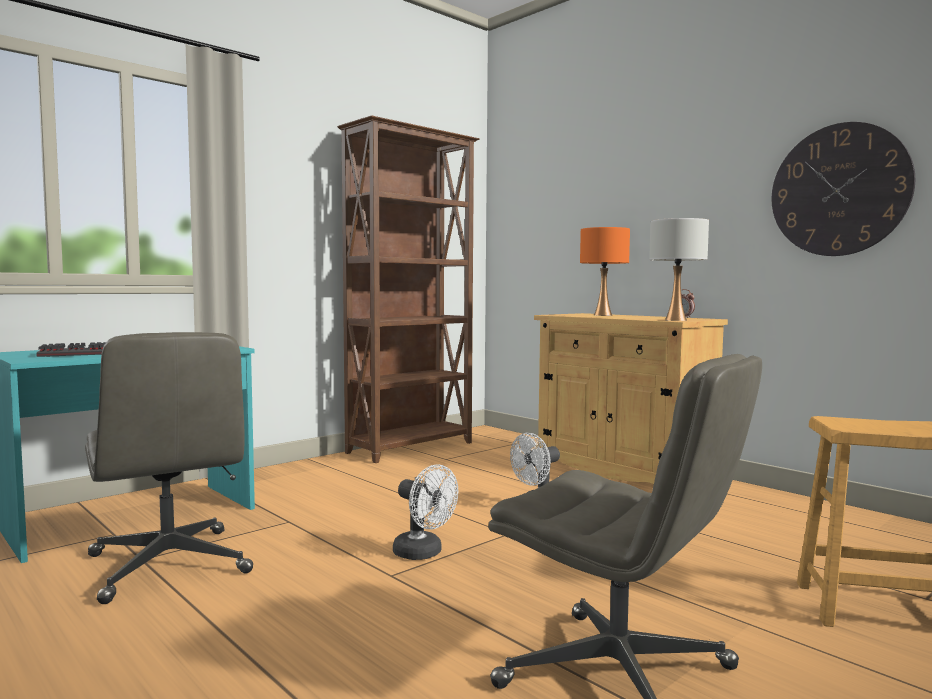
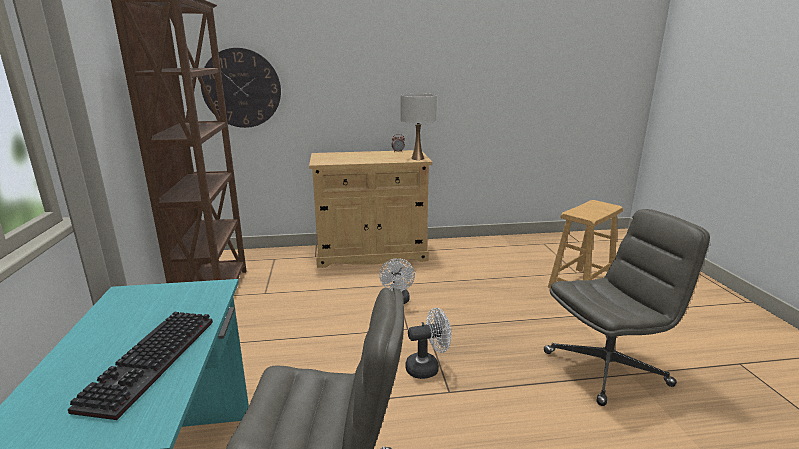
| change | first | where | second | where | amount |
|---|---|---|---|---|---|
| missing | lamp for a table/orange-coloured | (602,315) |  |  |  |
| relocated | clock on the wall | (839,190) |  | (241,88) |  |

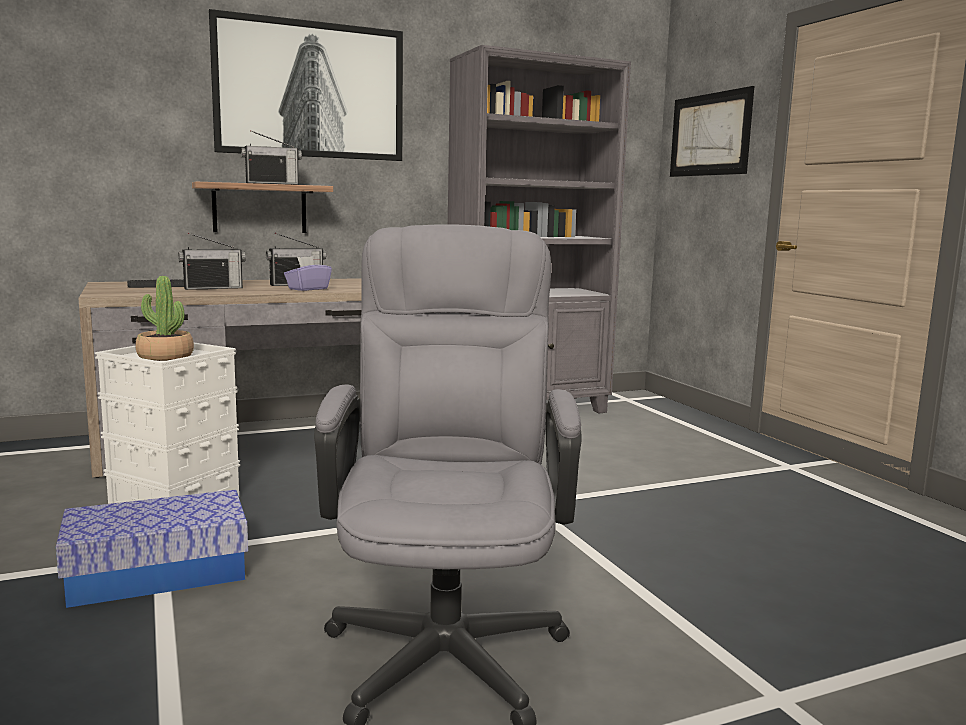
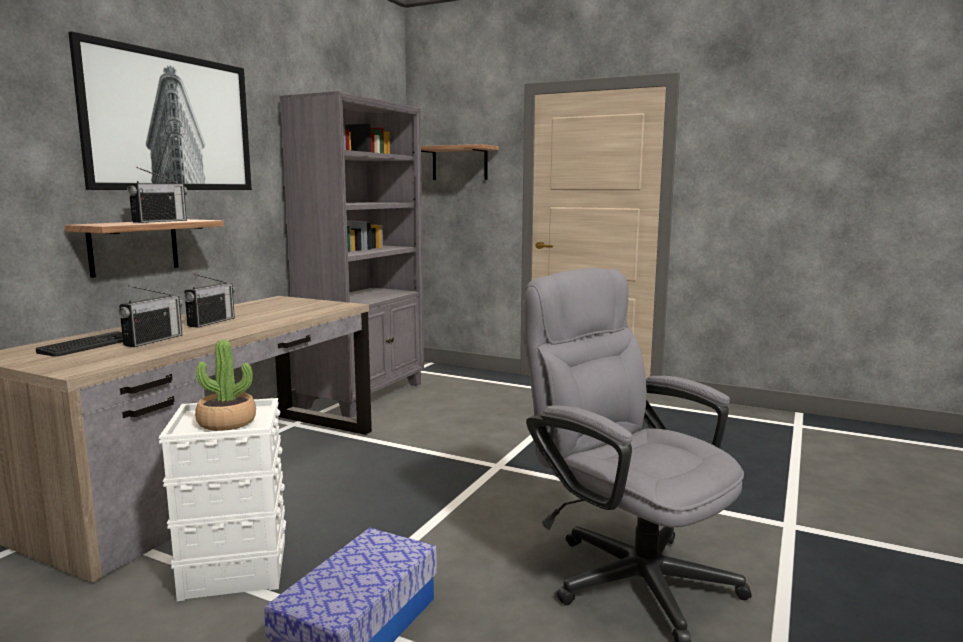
| change | first | where | second | where | amount |
|---|---|---|---|---|---|
| missing | tissue holder/purple | (308,289) |  |  |  |
| exchanged | wall art | (709,134) | bracket shelf | (459,163) |  |

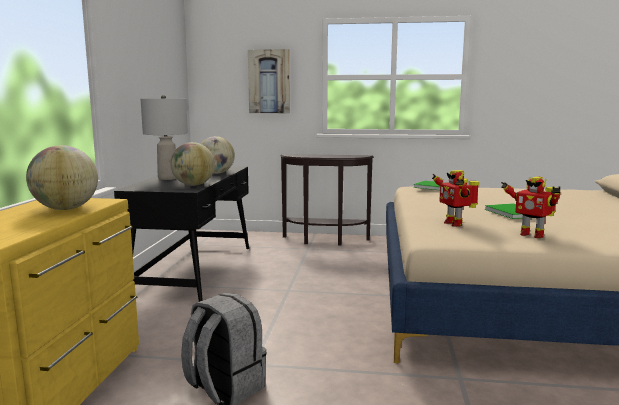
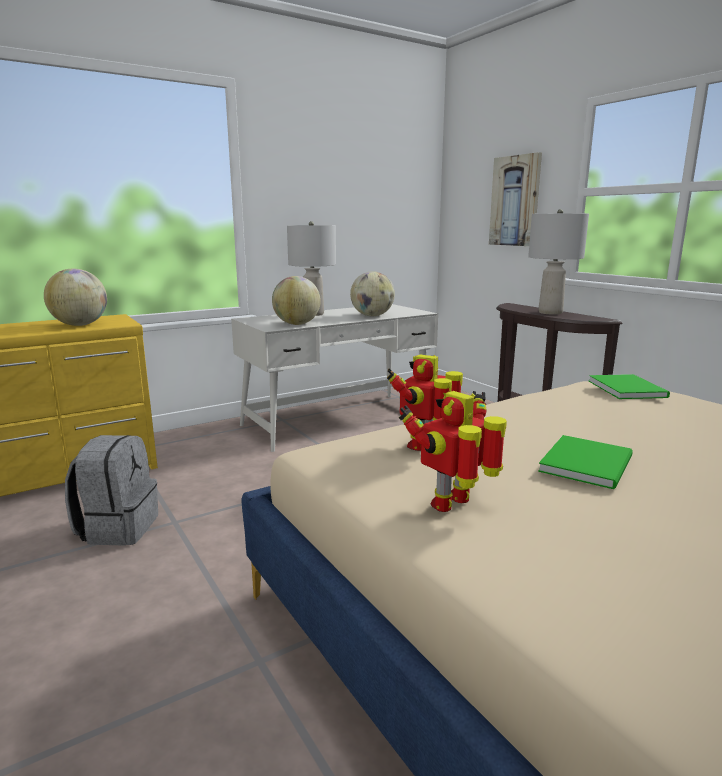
| change | first | where | second | where | amount |
|---|---|---|---|---|---|
| colour | desk table/black-coloured | (196,269) | desk table/white-coloured | (339,420) |  |
| spun | robot figure | (531,235) |  | (454,504) | 45 degrees clockwise |
| appeared |  |  | lamp for a table/grey | (549,312) |  |

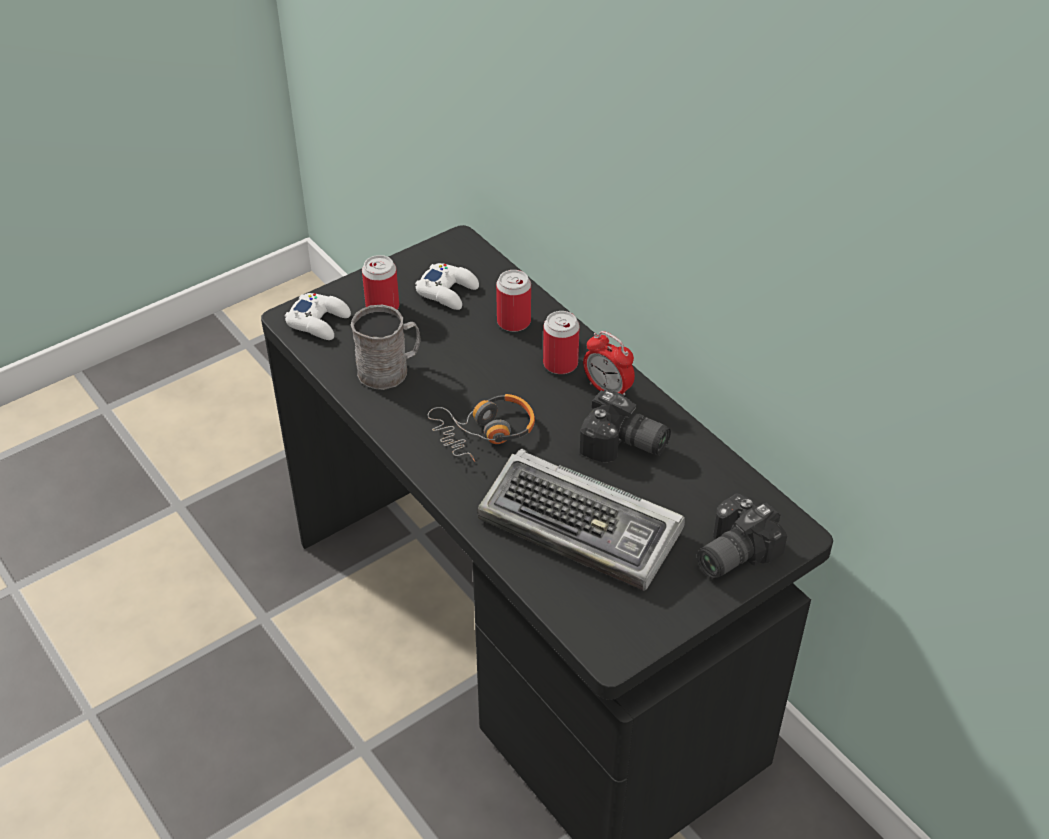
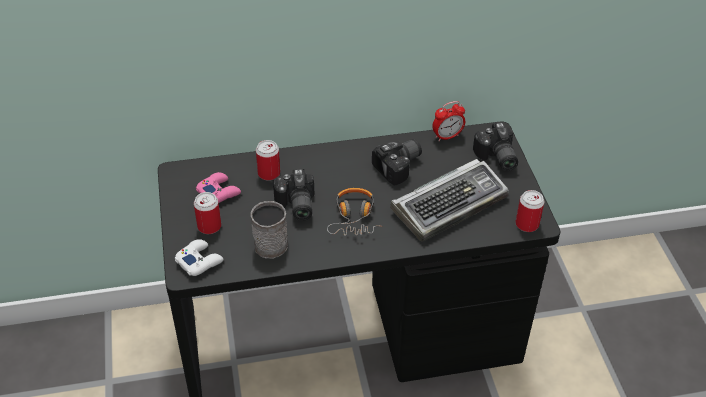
| change | first | where | second | where | amount |
|---|---|---|---|---|---|
| colour | joypad/white-coloured | (448,291) | joypad/pinkish | (218,192) |  |
| relocated | can | (560,364) |  | (527,224) |  |
| relocated | bedside clock | (607,389) |  | (447,136) |  |
| appeared |  |  | photo camera | (295,206) |  |

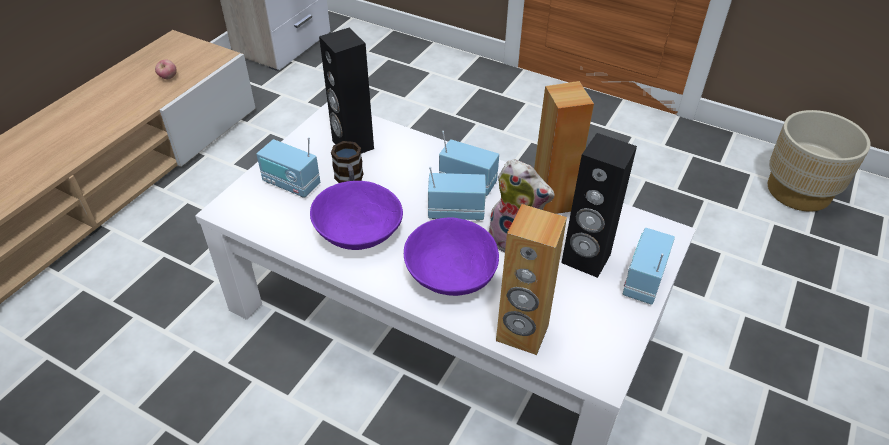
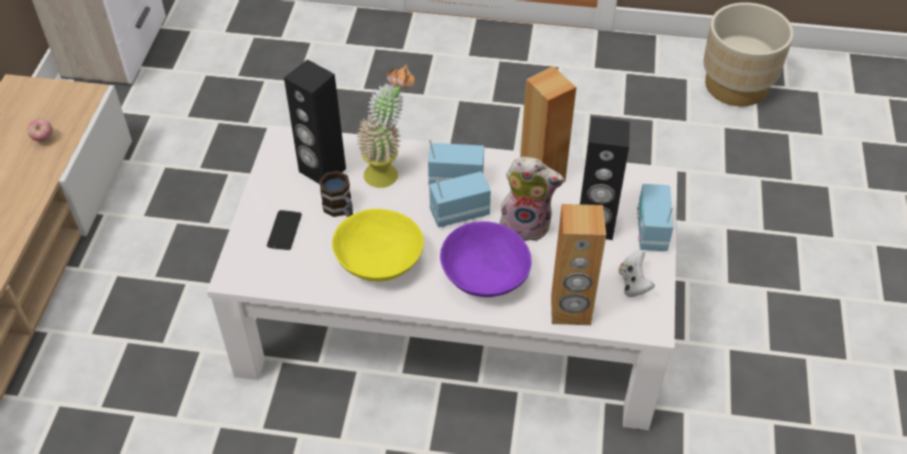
| change | first | where | second | where | amount |
|---|---|---|---|---|---|
| exchanged | radio receiver | (291,184) | telephone | (284,230) |  |
| colour | deep dish/purple | (357,234) | deep dish/yellow-coloured | (378,262) |  |
| appeared |  |  | houseplant | (388,171) |  |
| appeared |  |  | joypad/white-coloured | (633,283) |  |

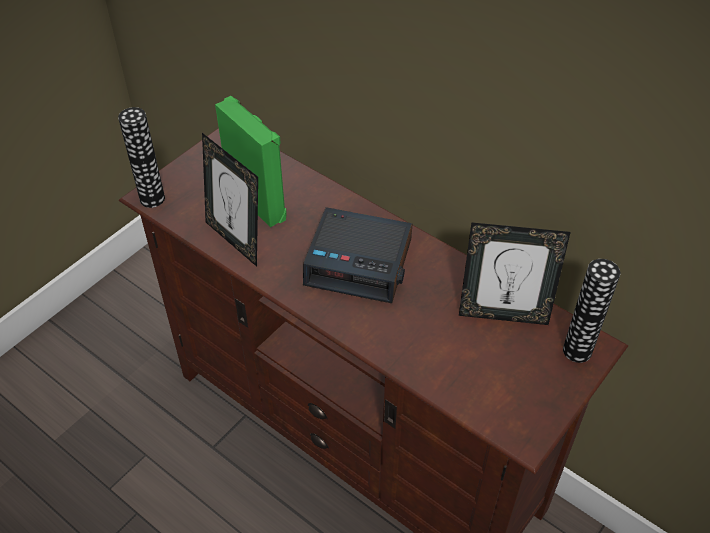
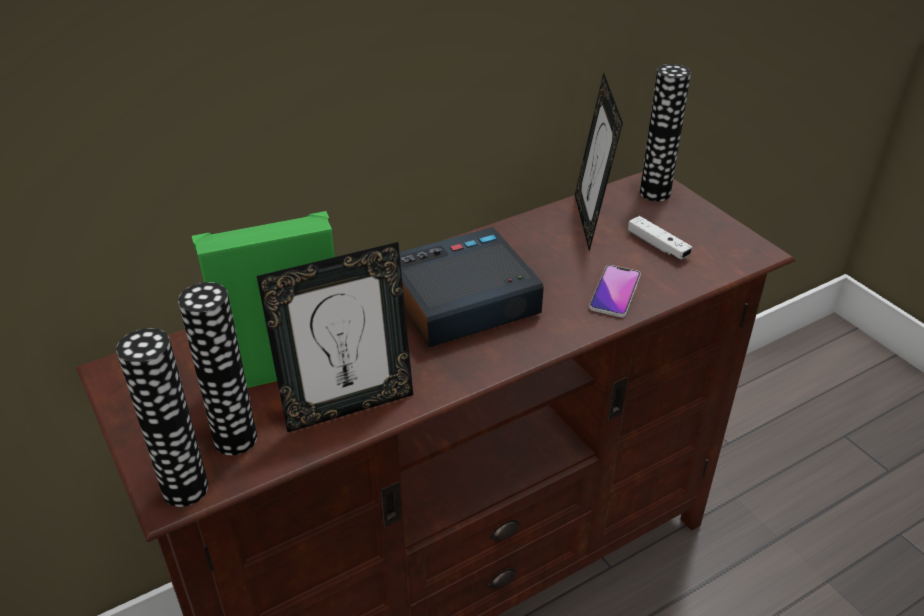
| change | first | where | second | where | amount |
|---|---|---|---|---|---|
| spun | bedside clock | (360,262) |  | (460,301) | 150 degrees counterclockwise |
| spun | photo frame | (503,314) |  | (590,222) | 150 degrees clockwise |
| appeared |  |  | decorative vase | (235,439) |  |
| appeared |  |  | telephone | (615,292) |  |
| appeared |  |  | joypad/white-coloured | (658,245) |  |

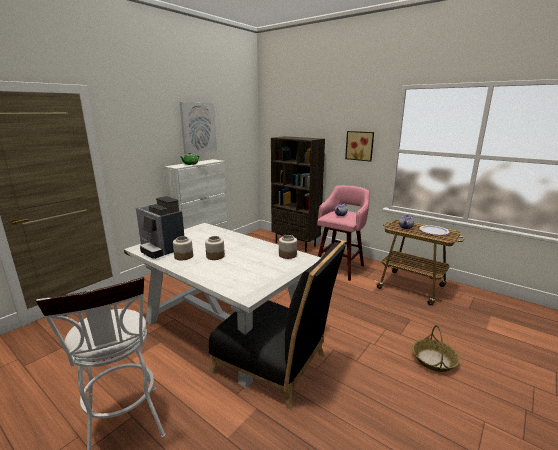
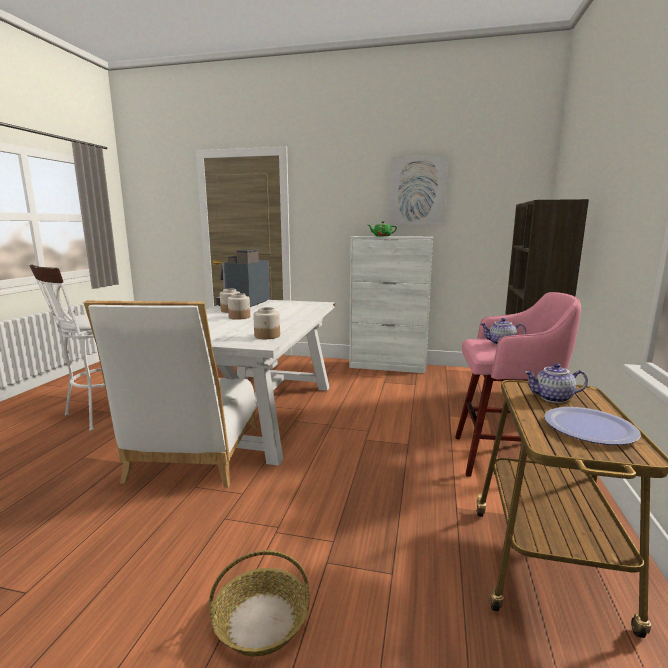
| change | first | where | second | where | amount |
|---|---|---|---|---|---|
| colour | chair/black-coloured | (275,366) | chair/white-coloured | (193,458) |  |
| missing | wall art | (360,145) |  |  |  |

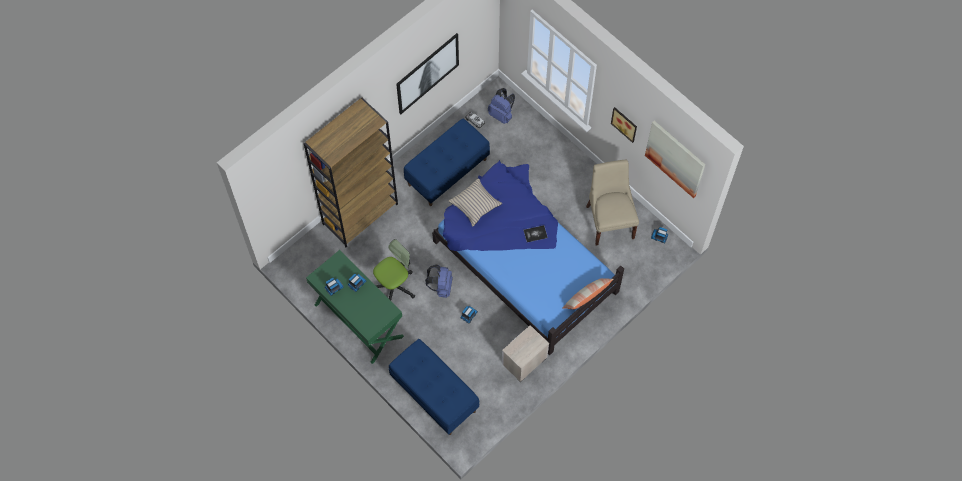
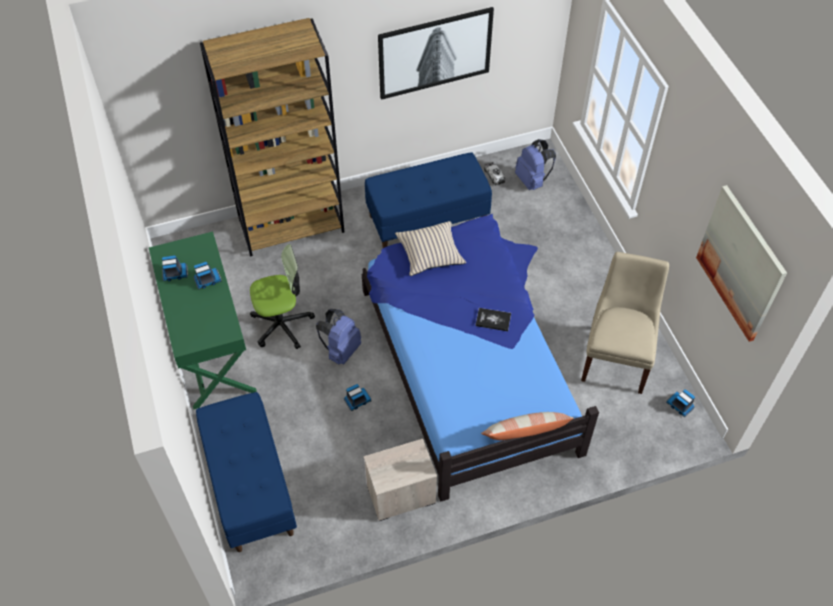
| change | first | where | second | where | amount |
|---|---|---|---|---|---|
| missing | wall art | (625,123) |  |  |  |

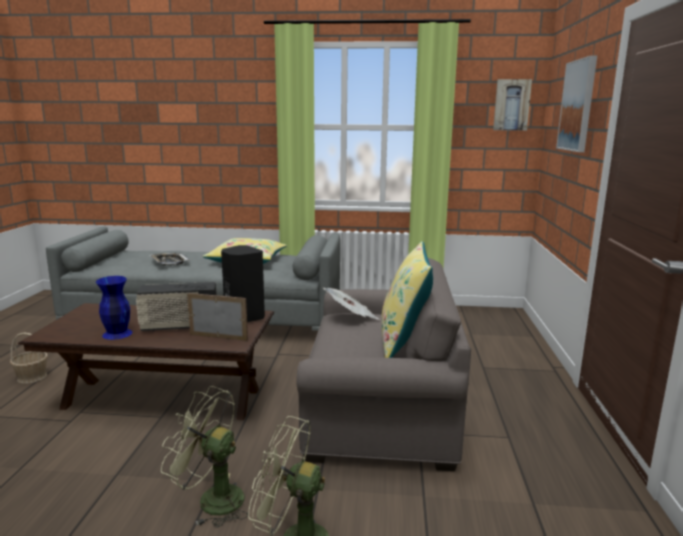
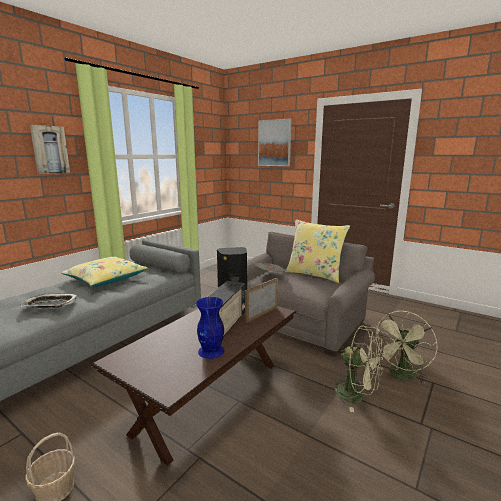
| change | first | where | second | where | amount |
|---|---|---|---|---|---|
| spun | fan/green-coloured | (211,499) |  | (356,395) | 105 degrees counterclockwise |
| relocated | wall art | (511,105) |  | (49,149) |  |

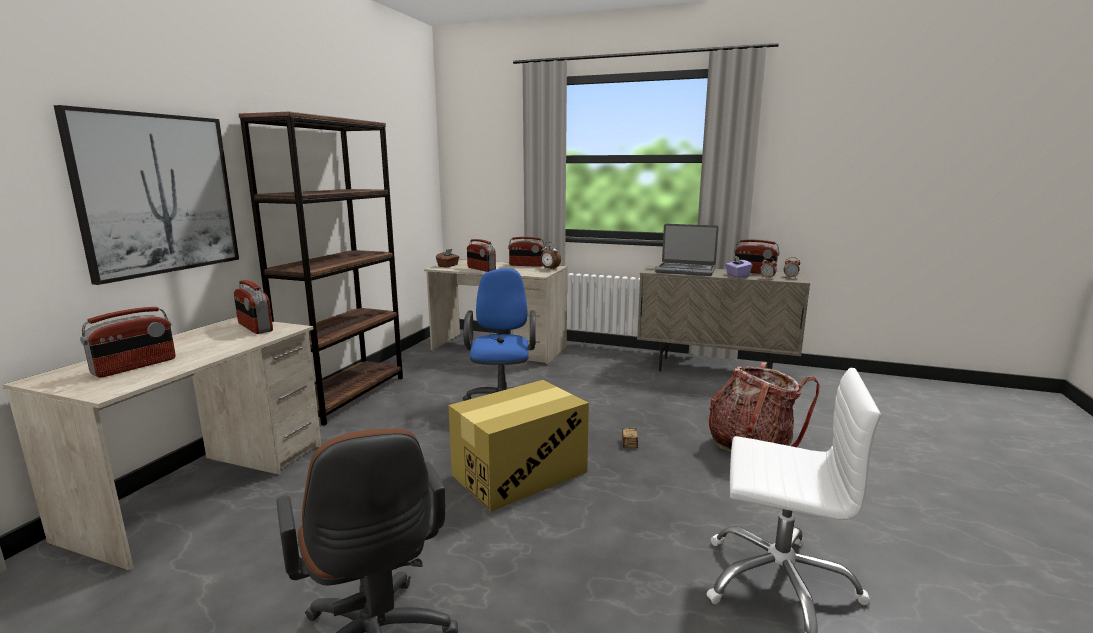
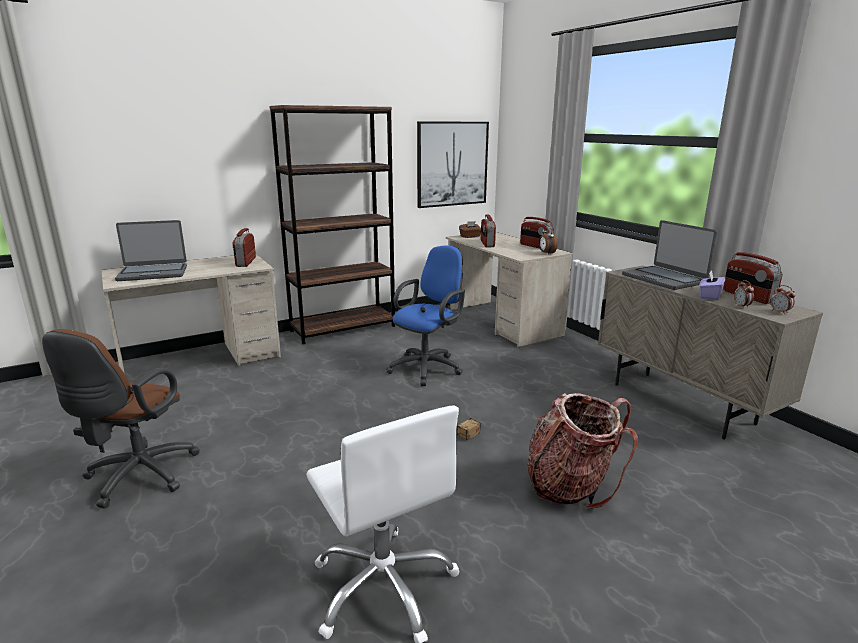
| change | first | where | second | where | amount |
|---|---|---|---|---|---|
| relocated | wall art | (158,194) |  | (452,164) |  |
| exchanged | radio receiver | (135,366) | portable computer | (153,273) |  |
| missing | carton | (519,473) |  |  |  |

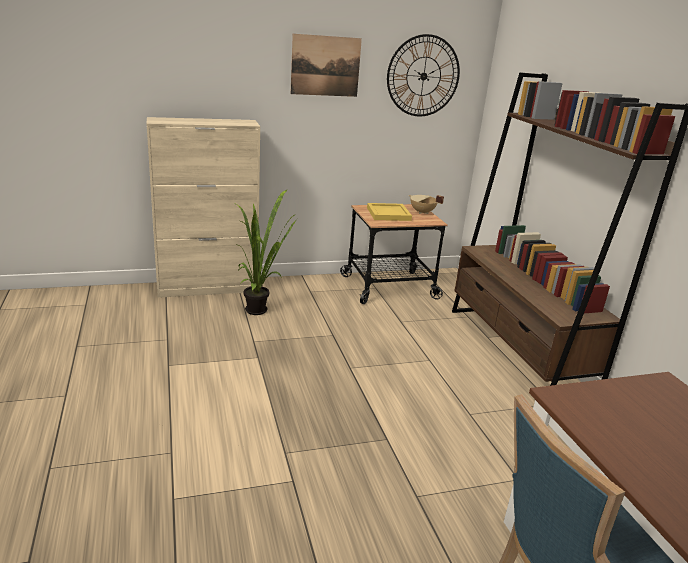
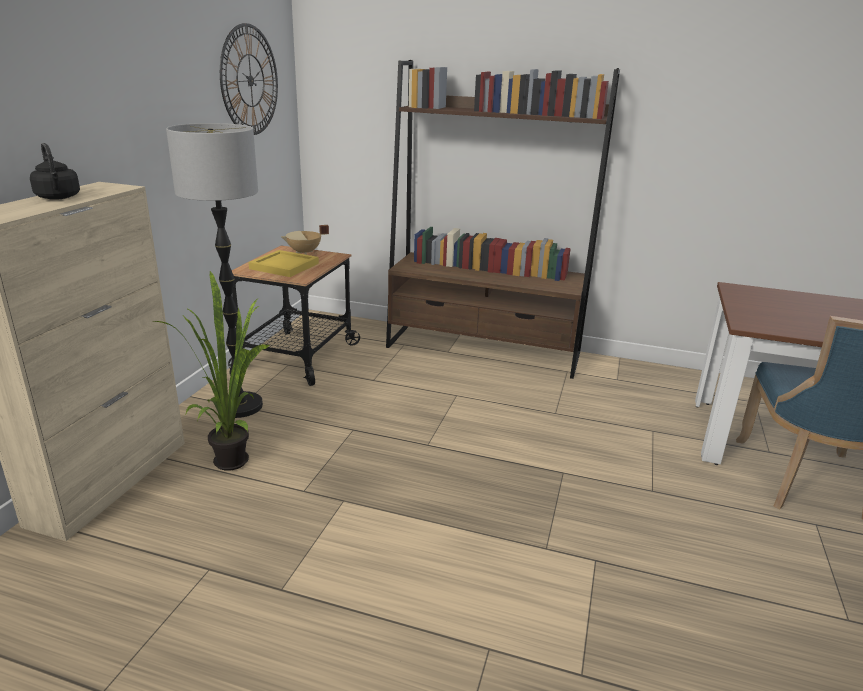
| change | first | where | second | where | amount |
|---|---|---|---|---|---|
| missing | wall art | (325,66) |  |  |  |
| appeared |  |  | water kettle/black-coloured | (58,198) |  |
| appeared |  |  | standing lamp | (240,406) |  |

